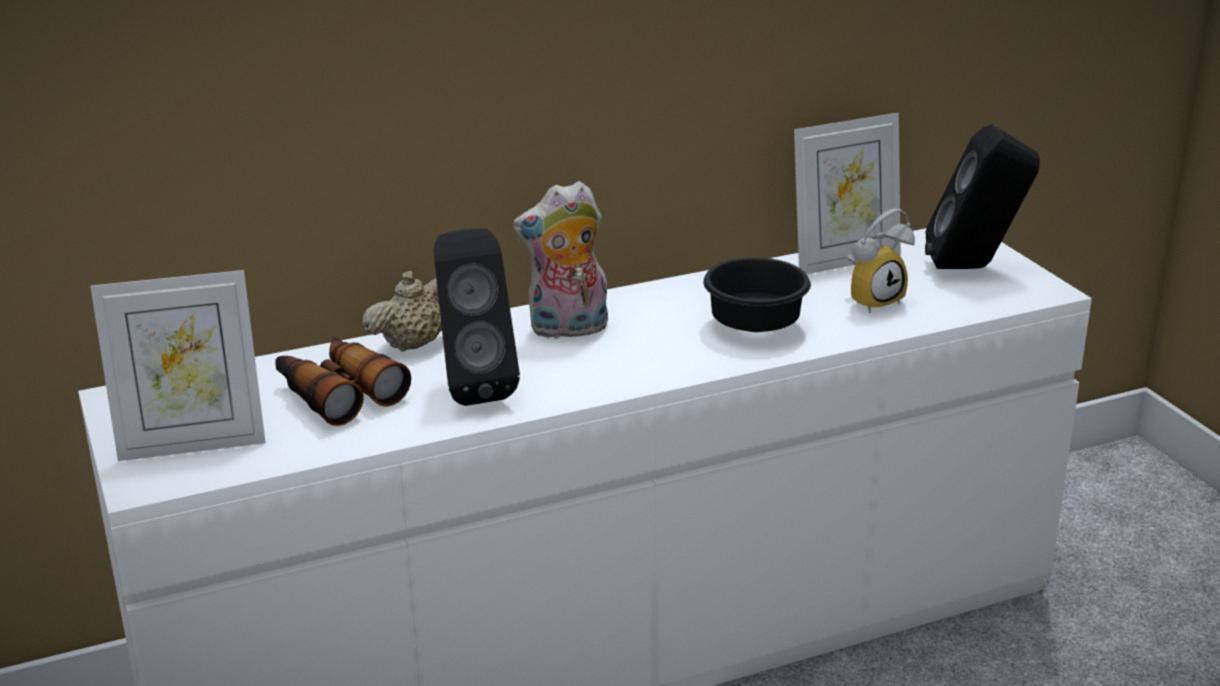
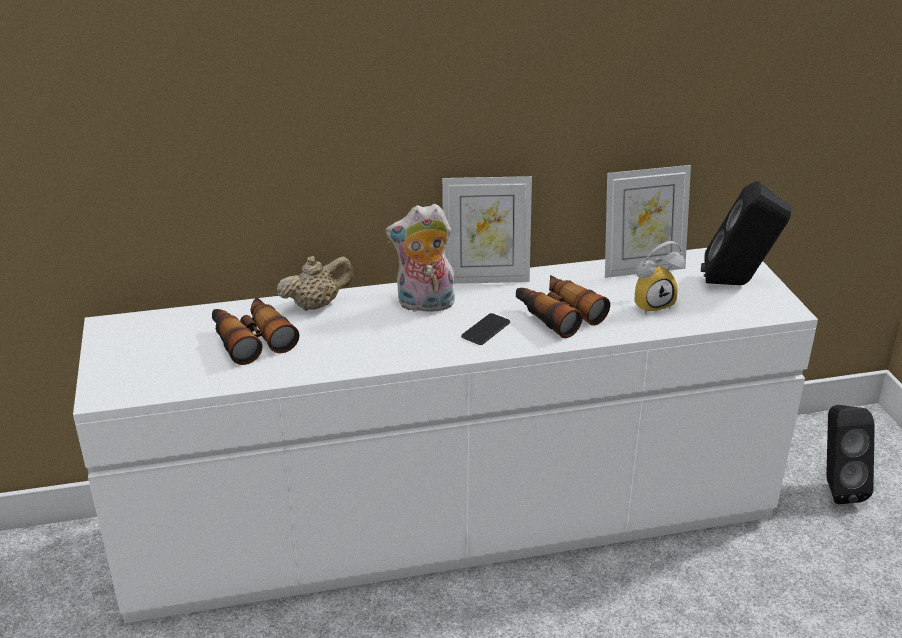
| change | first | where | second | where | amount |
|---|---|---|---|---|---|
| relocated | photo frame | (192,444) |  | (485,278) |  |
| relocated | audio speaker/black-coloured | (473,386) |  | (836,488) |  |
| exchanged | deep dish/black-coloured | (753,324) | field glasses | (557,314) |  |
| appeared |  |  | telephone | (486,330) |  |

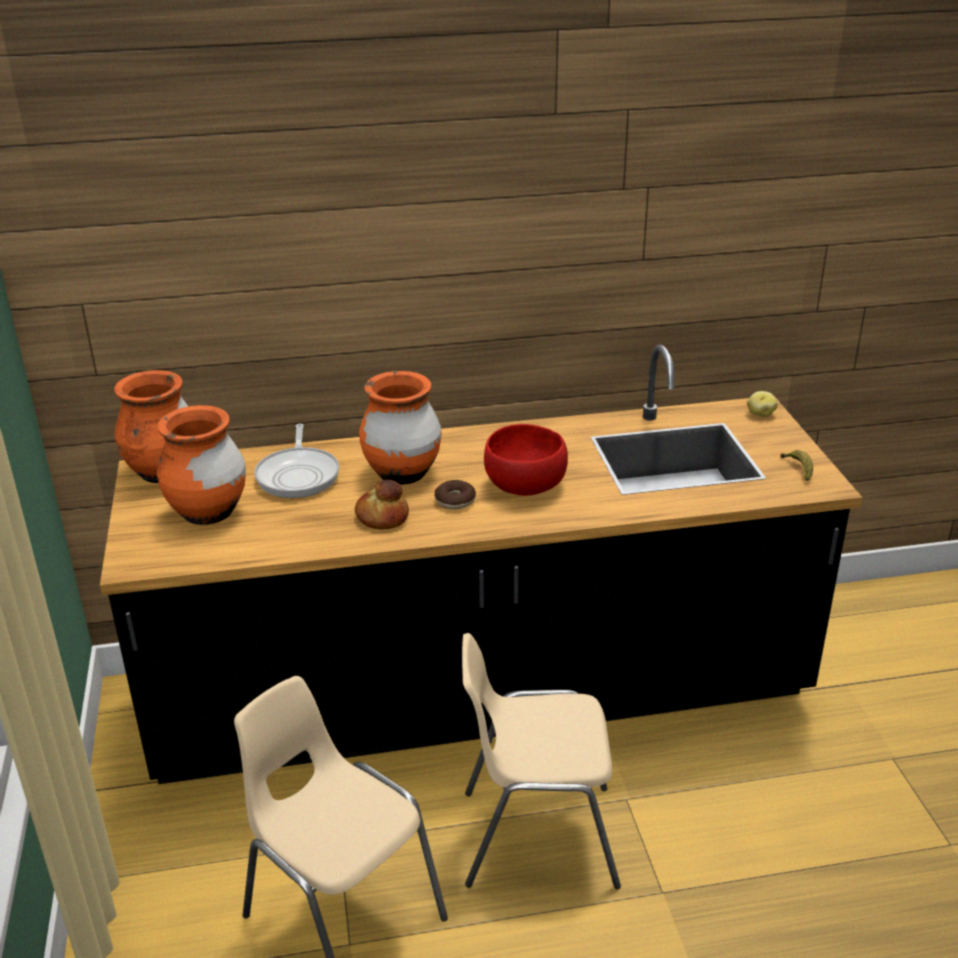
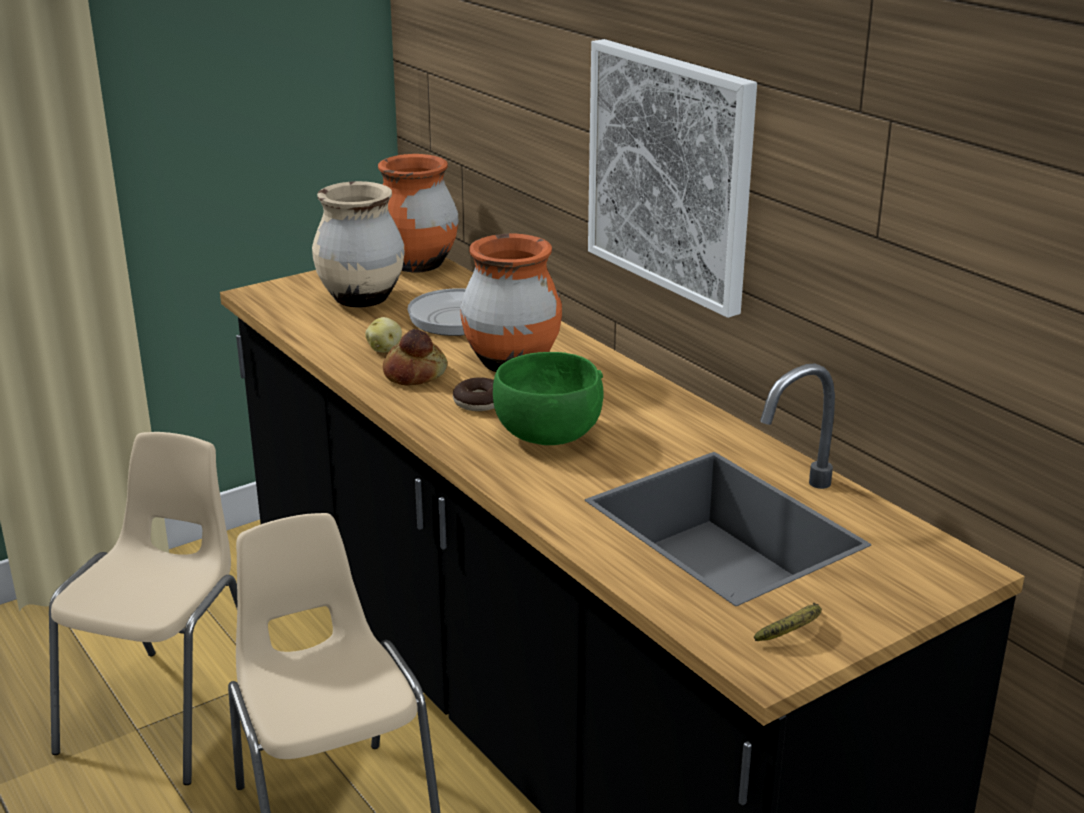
| change | first | where | second | where | amount |
|---|---|---|---|---|---|
| colour | decorative vase/orange-coloured | (208,513) | decorative vase/beige | (361,299) |  |
| colour | deep dish/red-coloured | (526,486) | deep dish/green-coloured | (548,435) |  |
| relocated | whole potato | (760,414) |  | (385,349) |  |
| appeared |  |  | wall art | (670,173) |  |

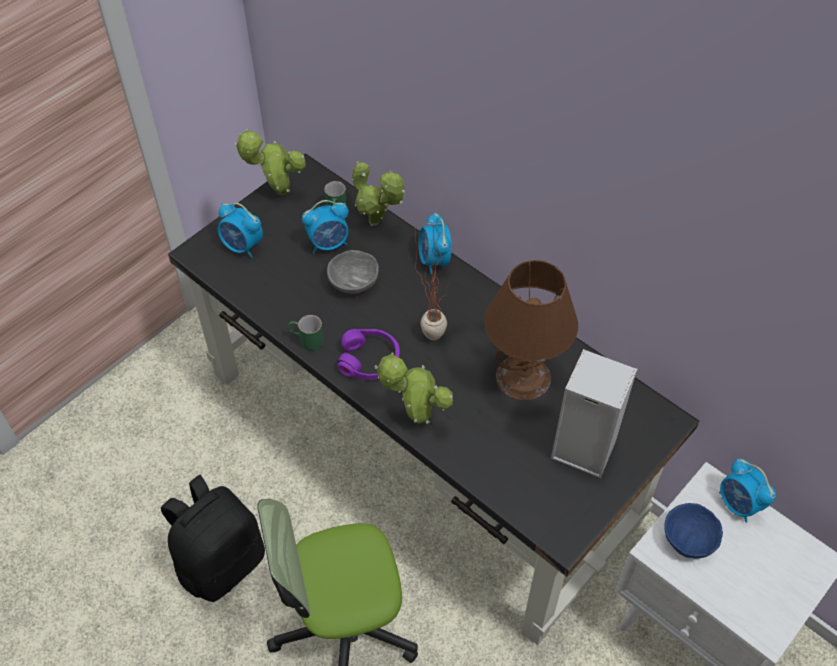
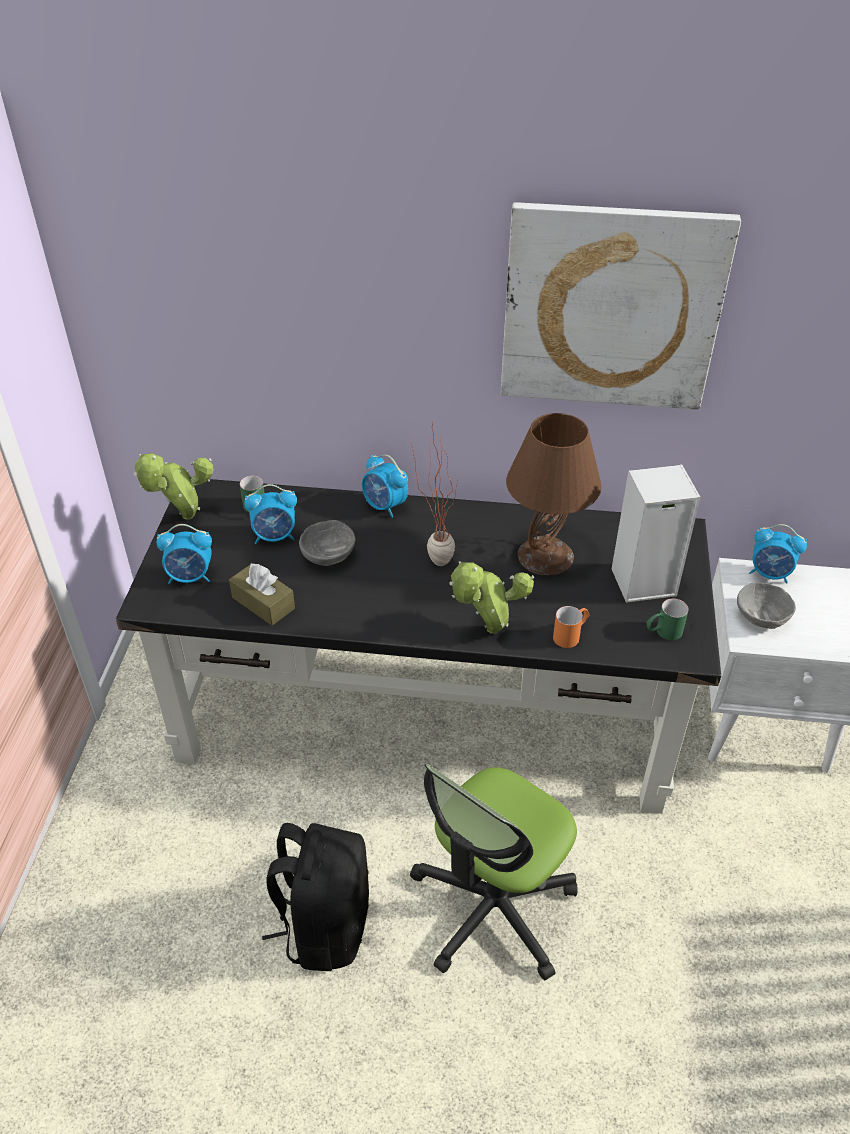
| change | first | where | second | where | amount |
|---|---|---|---|---|---|
| relocated | coffee mug/green-coloured | (306,340) |  | (663,632) |  |
| spun | bedside clock | (329,243) |  | (275,536) | 45 degrees clockwise |
| missing | headphones/purple | (369,360) |  |  |  |
| missing | houseplant | (377,223) |  |  |  |
| colour | deep dish/bluish | (689,539) | deep dish/grey | (761,617) |  |
| appeared |  |  | tissue holder/brown-coloured | (263,603) |  |
| appeared |  |  | wall art | (611,308) |  |
| appeared |  |  | coffee mug/orange-coloured | (571,635) |  |

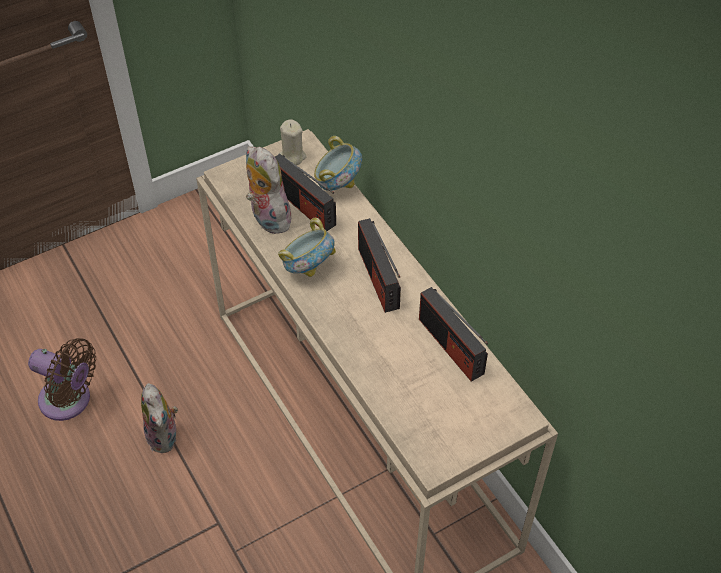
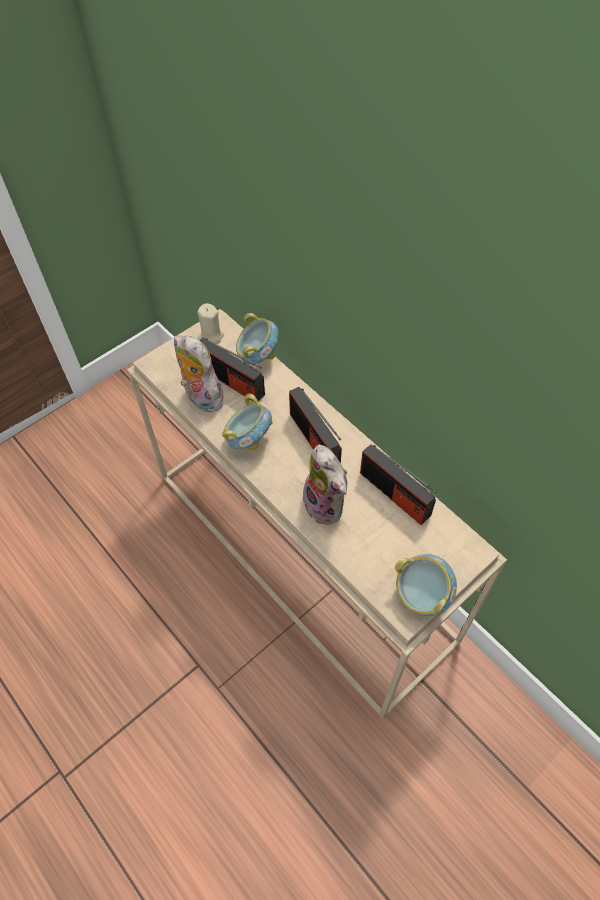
| change | first | where | second | where | amount |
|---|---|---|---|---|---|
| missing | fan/brown-coloured | (69,401) |  |  |  |
| relocated | plush toy | (165,436) |  | (327,505) |  |
| appeared |  |  | deep dish | (421,595) |  |

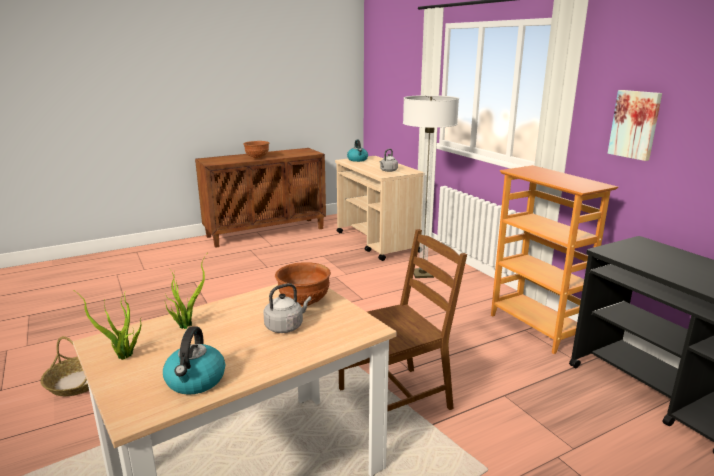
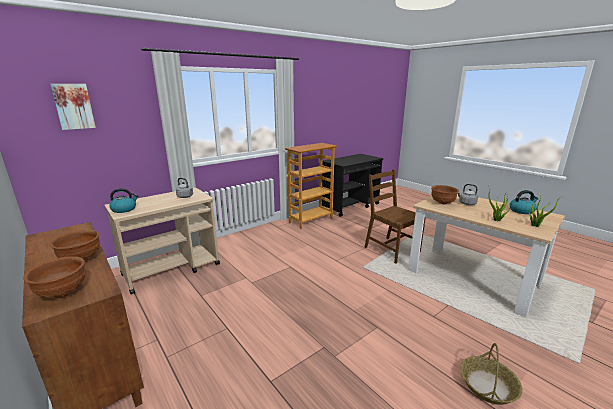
| change | first | where | second | where | amount |
|---|---|---|---|---|---|
| missing | standing lamp | (422,274) |  |  |  |
| relocated | wall art | (635,124) |  | (73,106) |  |
| appeared |  |  | deep dish/brown-coloured | (62,293) |  |

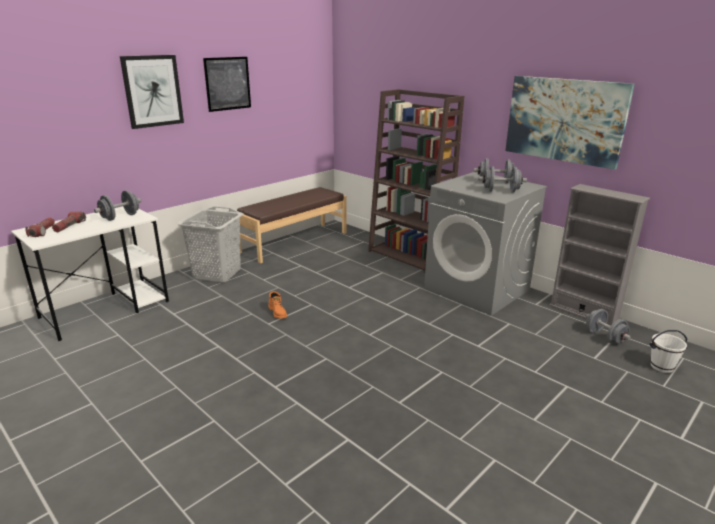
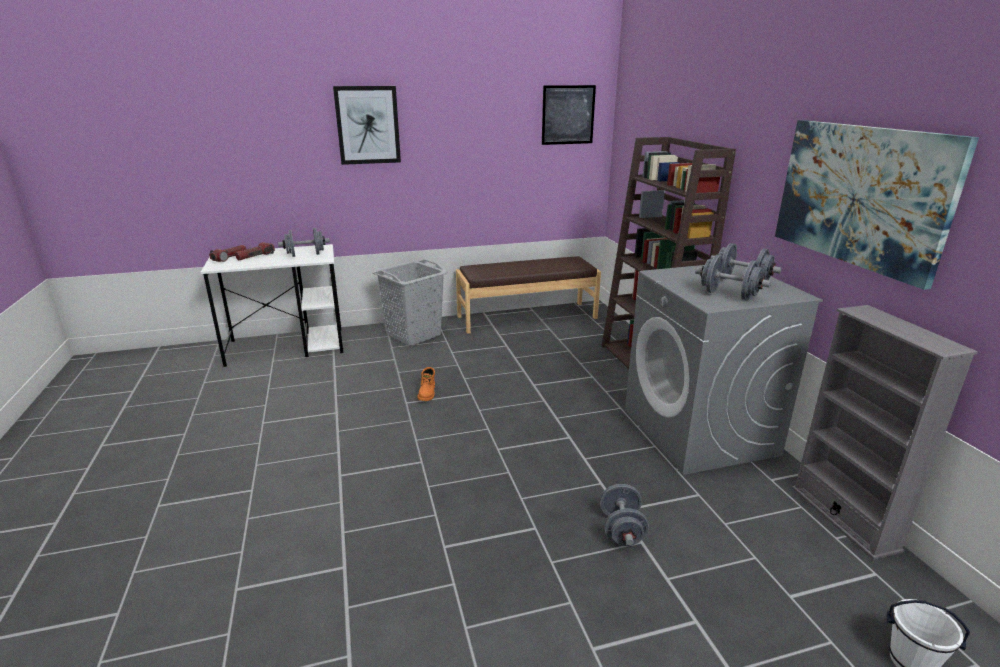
| change | first | where | second | where | amount |
|---|---|---|---|---|---|
| relocated | wall art | (227,83) |  | (568,115) |  |
| relocated | free weight/grey | (604,337) |  | (621,530) |  |

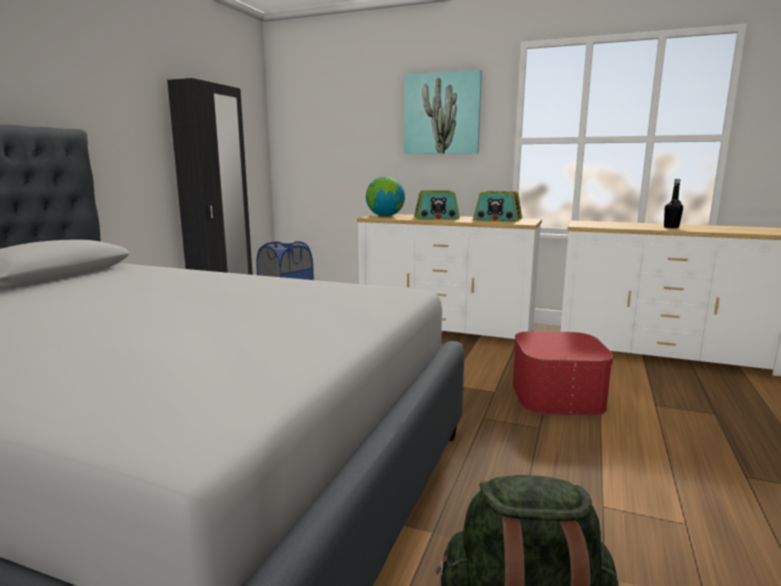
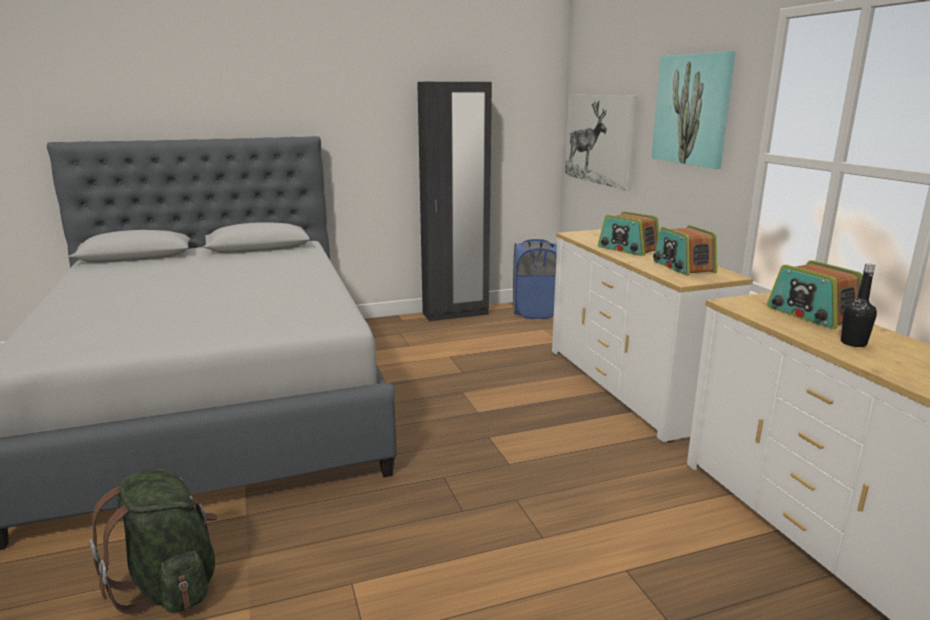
| change | first | where | second | where | amount |
|---|---|---|---|---|---|
| missing | globe | (385,216) |  |  |  |
| missing | footrest | (556,396) |  |  |  |
| appeared |  |  | wall art | (599,139) |  |
| appeared |  |  | radio receiver | (812,315) |  |

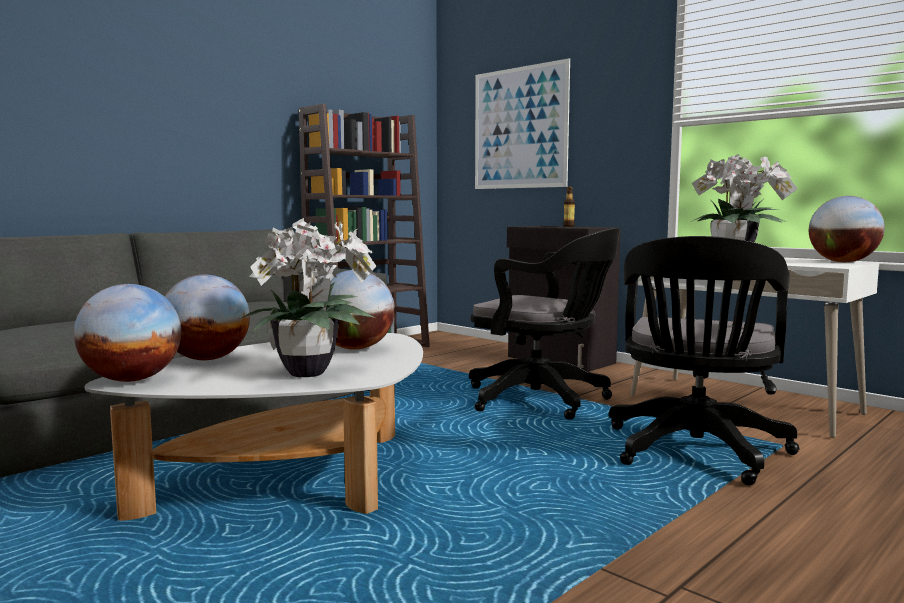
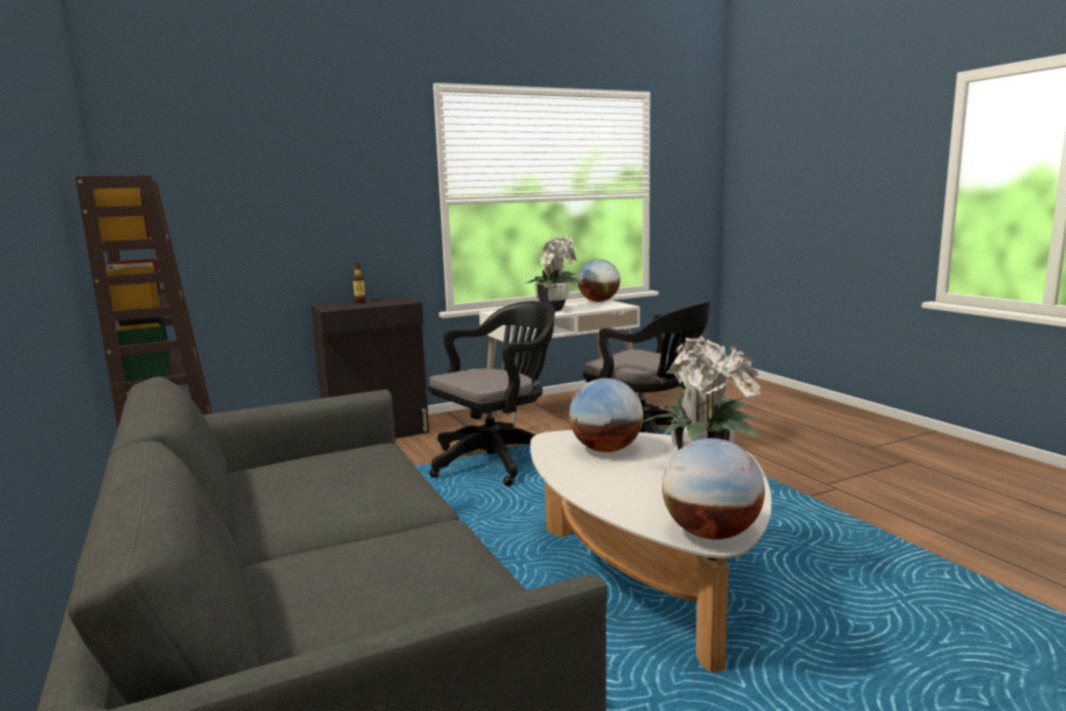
| change | first | where | second | where | amount |
|---|---|---|---|---|---|
| missing | globe | (207,359) |  |  |  |
| missing | wall art | (519,128) |  |  |  |

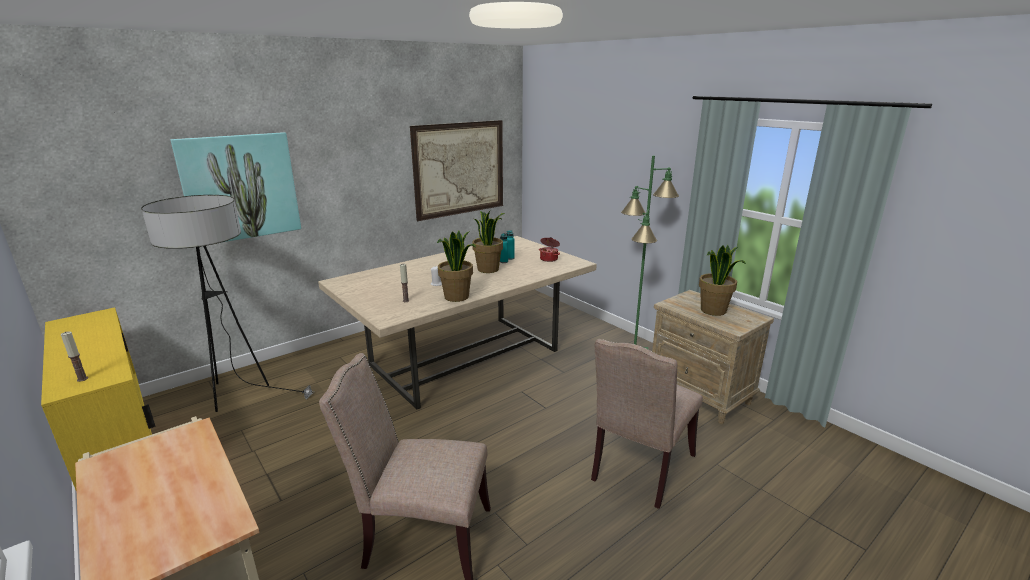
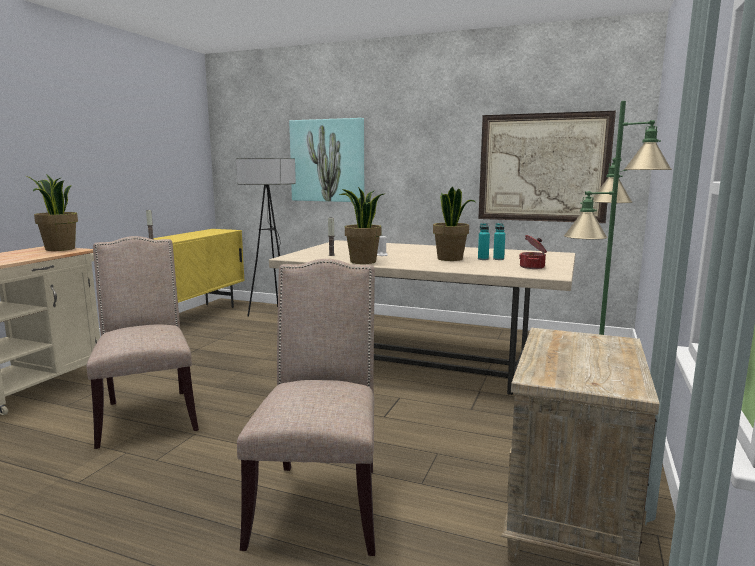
| change | first | where | second | where | amount |
|---|---|---|---|---|---|
| spun | chair/beige | (639,469) |  | (320,501) | 90 degrees clockwise |
| relocated | houseplant | (713,311) |  | (59,249) |  |

